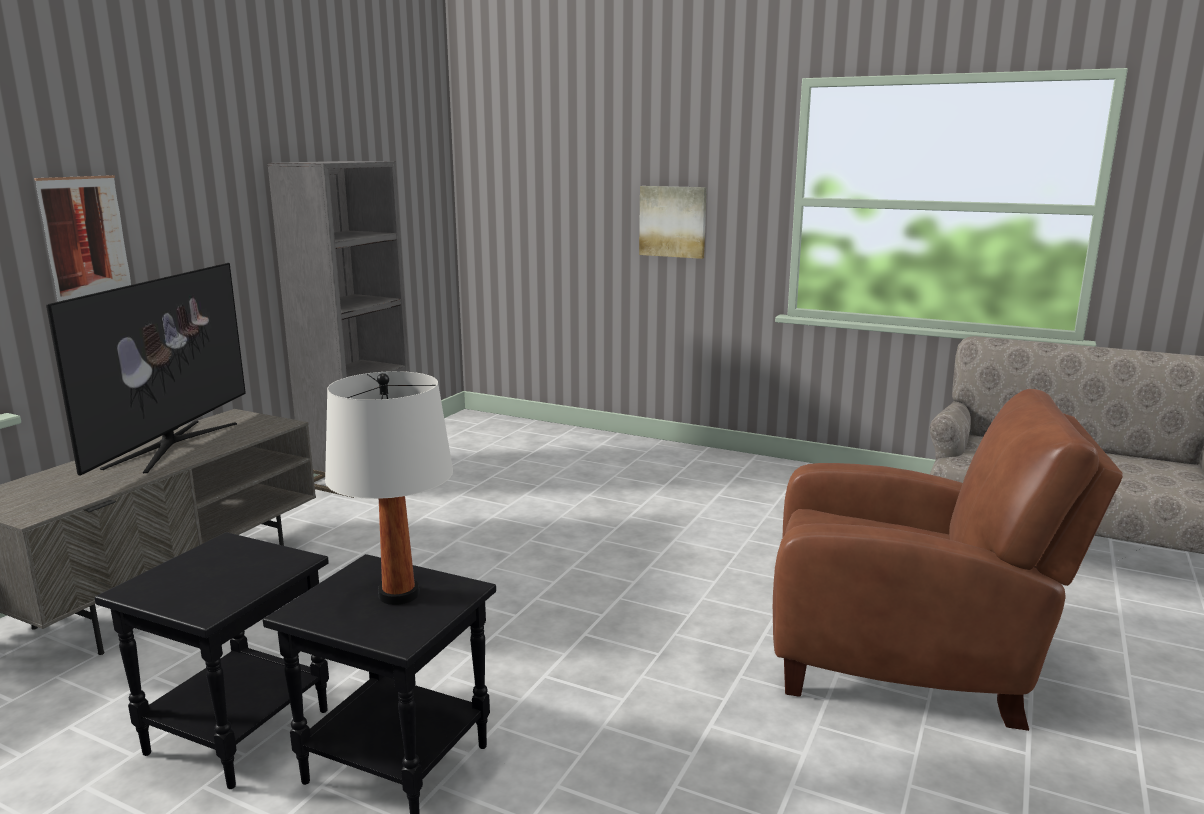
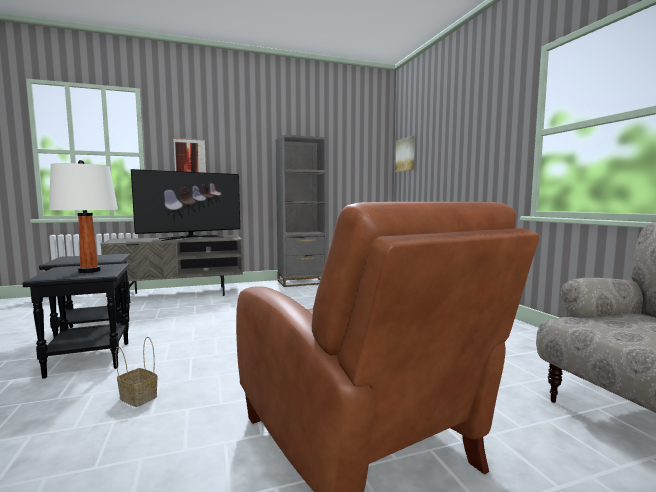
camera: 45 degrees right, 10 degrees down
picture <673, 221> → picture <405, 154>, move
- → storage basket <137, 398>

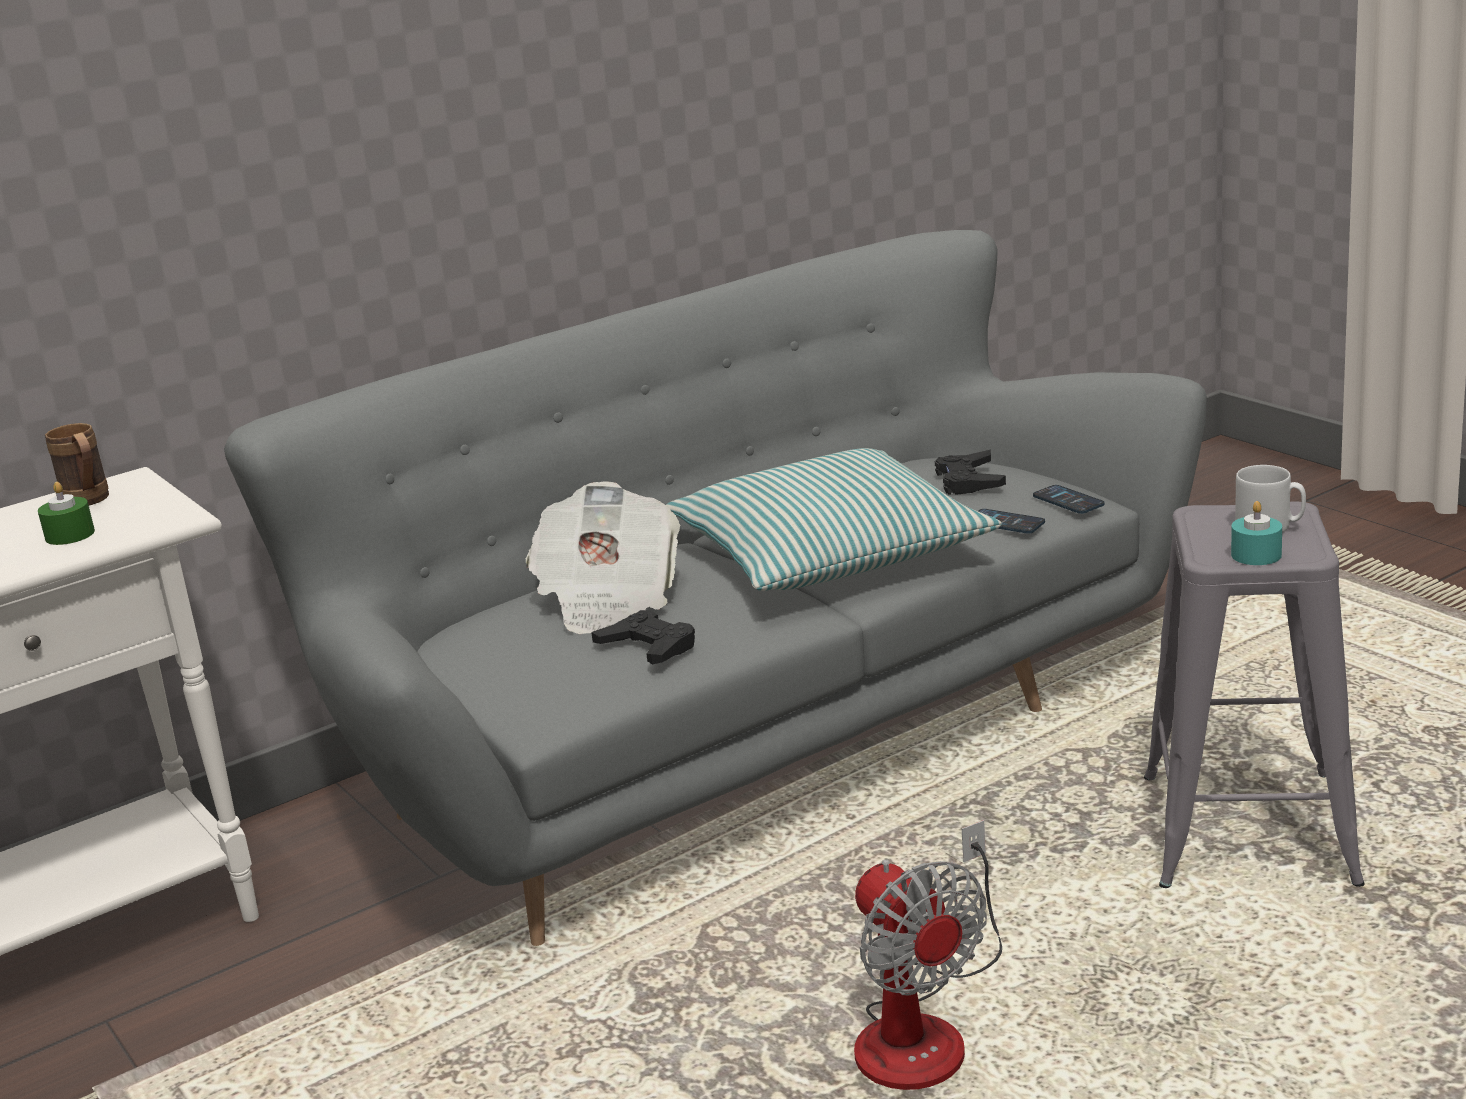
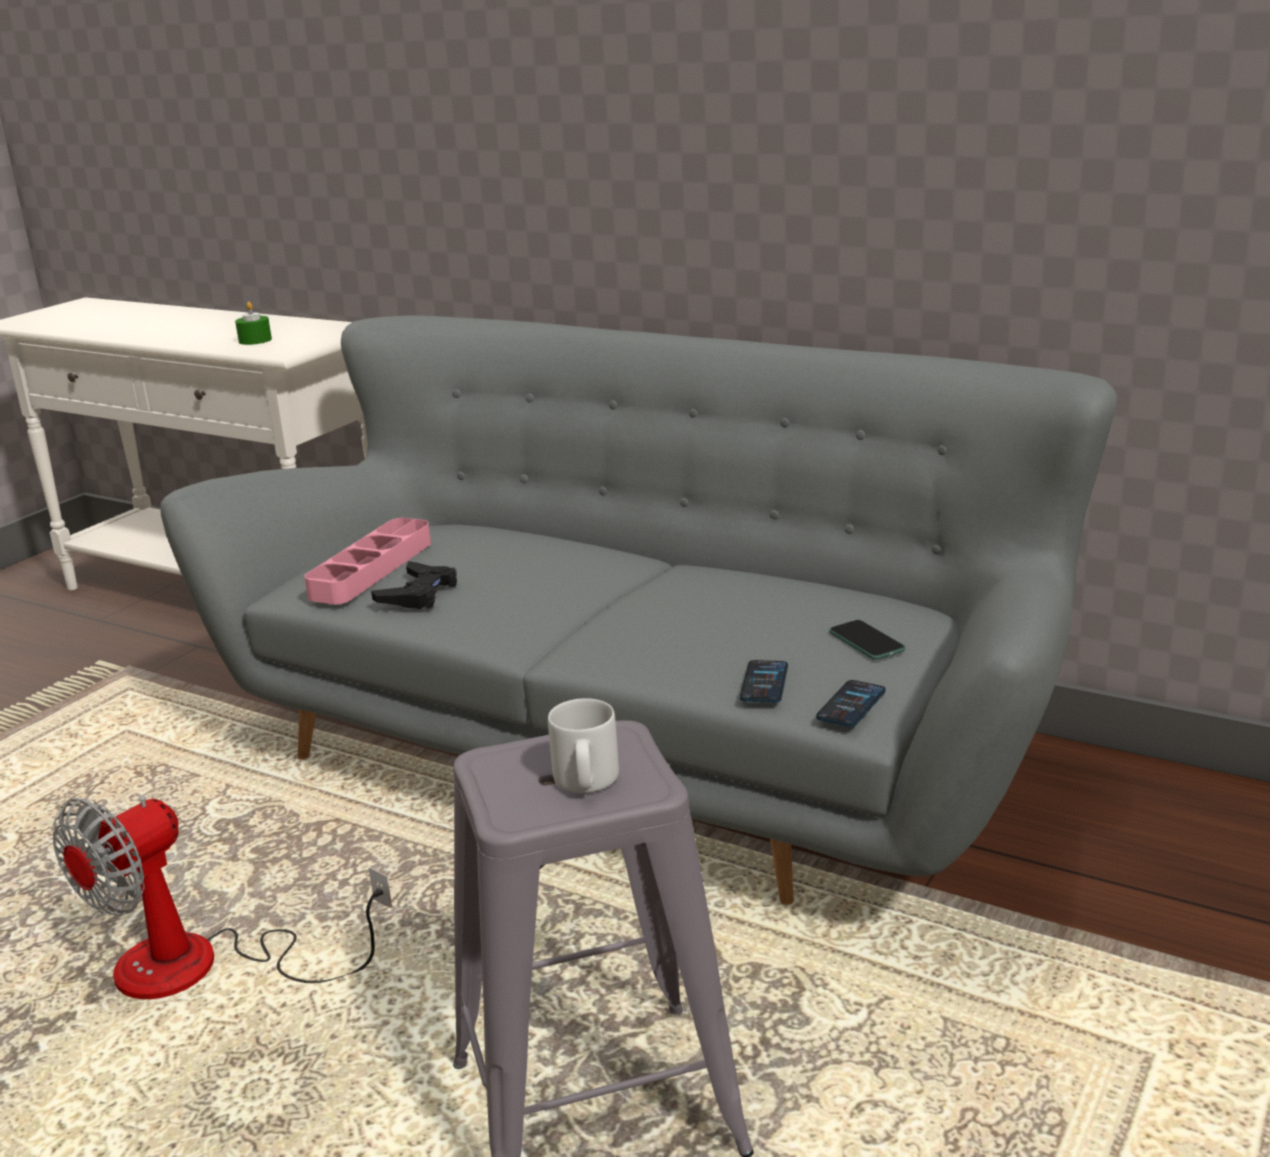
camera: 65 degrees right, 0 degrees up
brown mug <89, 502> → -
throw pillow <828, 553> → -
black-coloured gamepad <969, 481> → telephone <866, 641>
daily paper <607, 598> → -
turquoise-coloured wax candle <1256, 555> → -
- → pink carrying tray <371, 569>

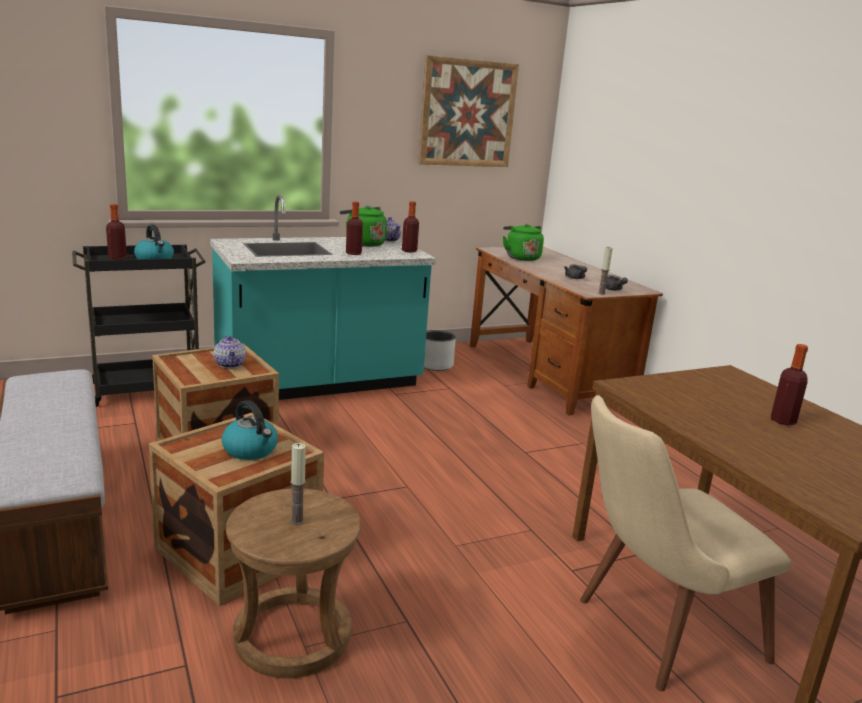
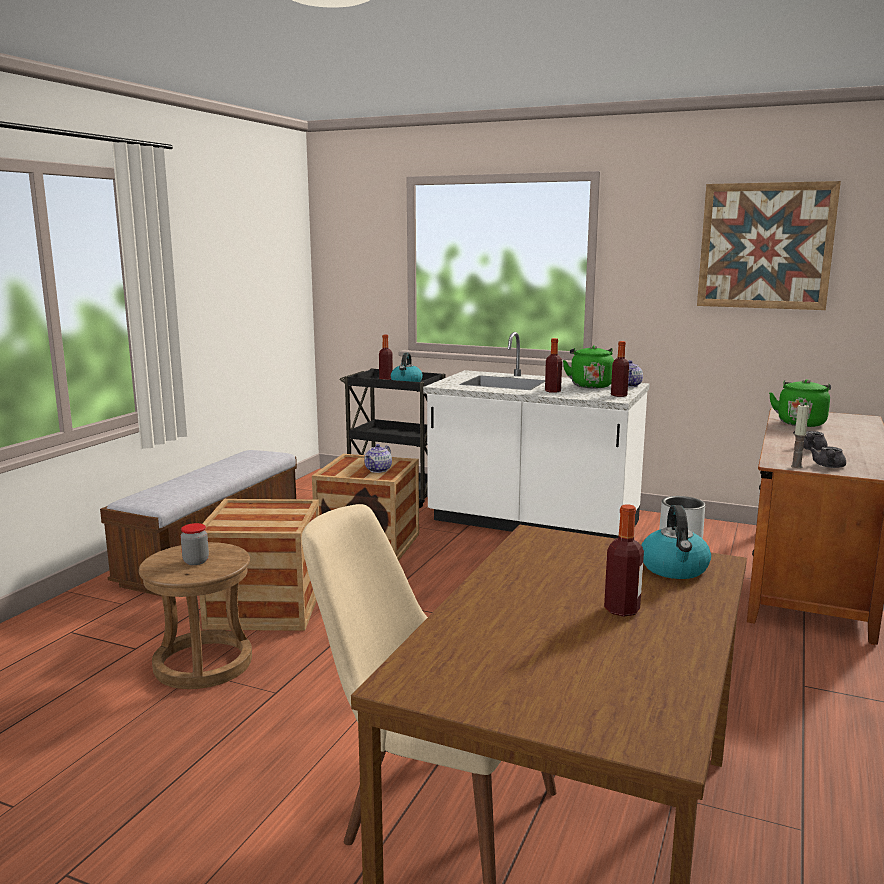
camera: 50 degrees right, 5 degrees down
turquoise-coloured kitchen counter <319, 382> → whitish kitchen counter <533, 523>
water kettle <251, 450> → water kettle <674, 569>, move
wax candle <297, 521> → preserve jar <196, 561>

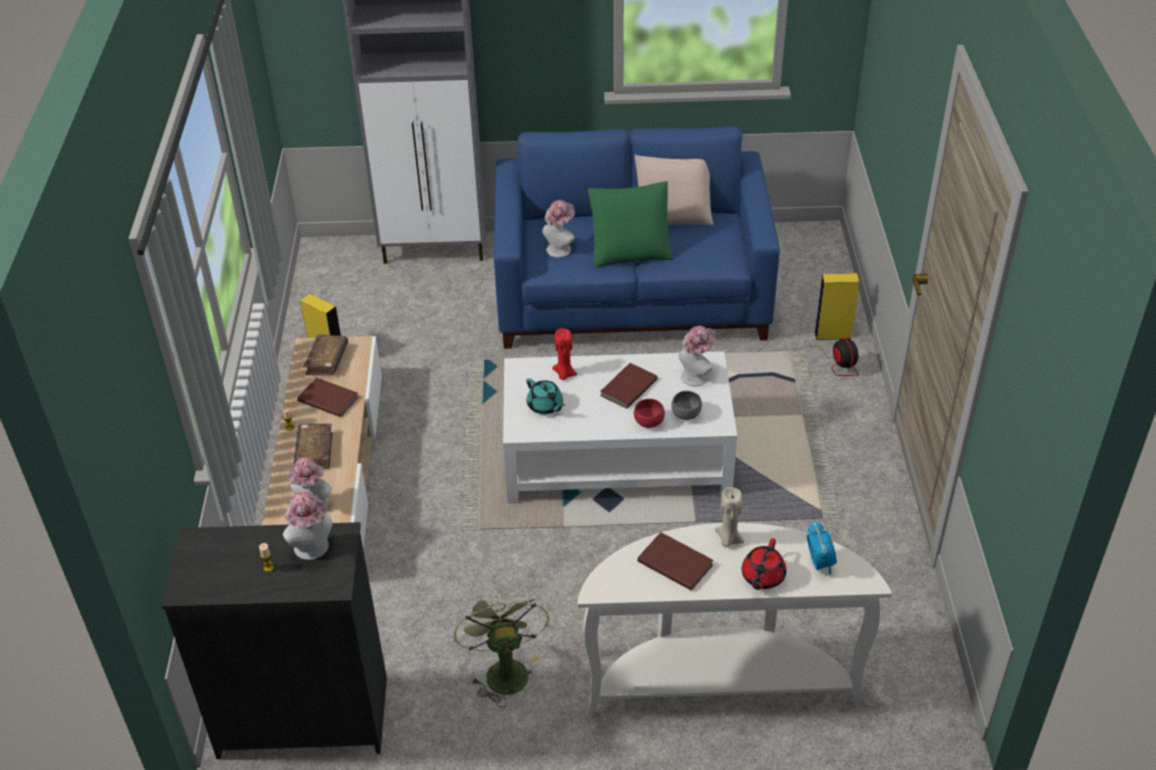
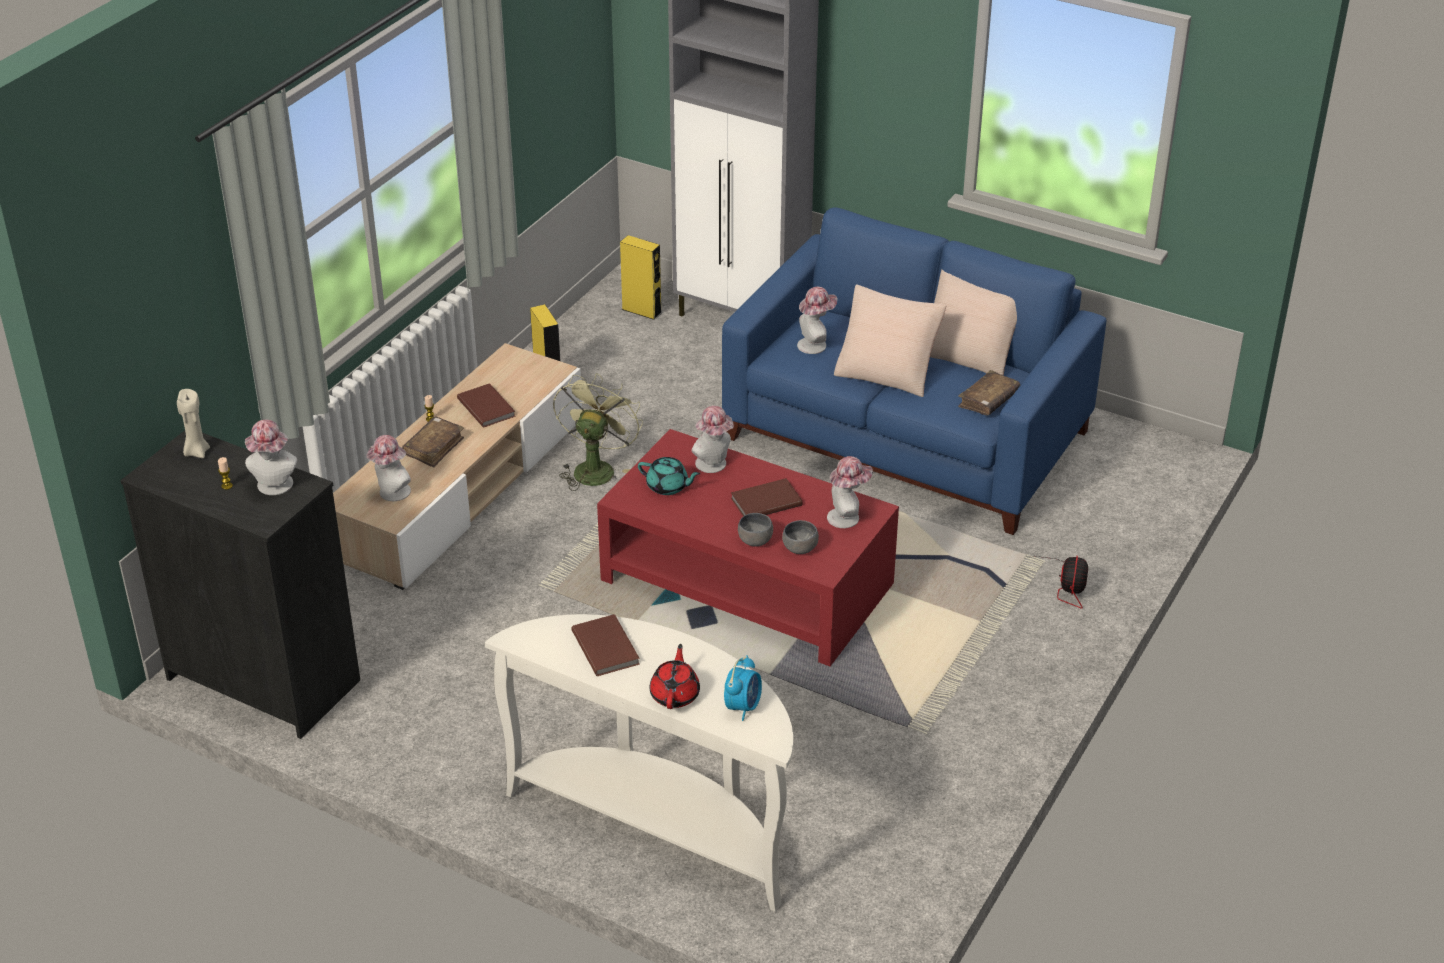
camera: 30 degrees right, 5 degrees down
green-coloured throw pillow <630, 250> → beige-coloured throw pillow <887, 372>
yellow audio speaker <833, 334> → yellow audio speaker <641, 311>, move
red-coloured wax candle <564, 374> → wearable hat <714, 465>
brown book <327, 360> → brown book <988, 401>, move
whitish coffee table <617, 456> → red-coloured coffee table <747, 582>
turquoise-coloured teapot <545, 406> → turquoise-coloured teapot <668, 486>, 60 degrees counterclockwise
red-coloured bowl <647, 423> → greyish bowl <753, 541>
beige-coloured wax candle <728, 539> → beige-coloured wax candle <196, 452>, move
red-coloured teapot <762, 577> → red-coloured teapot <675, 694>, 135 degrees clockwise
green-coloured fan <503, 669> → green-coloured fan <595, 468>, move

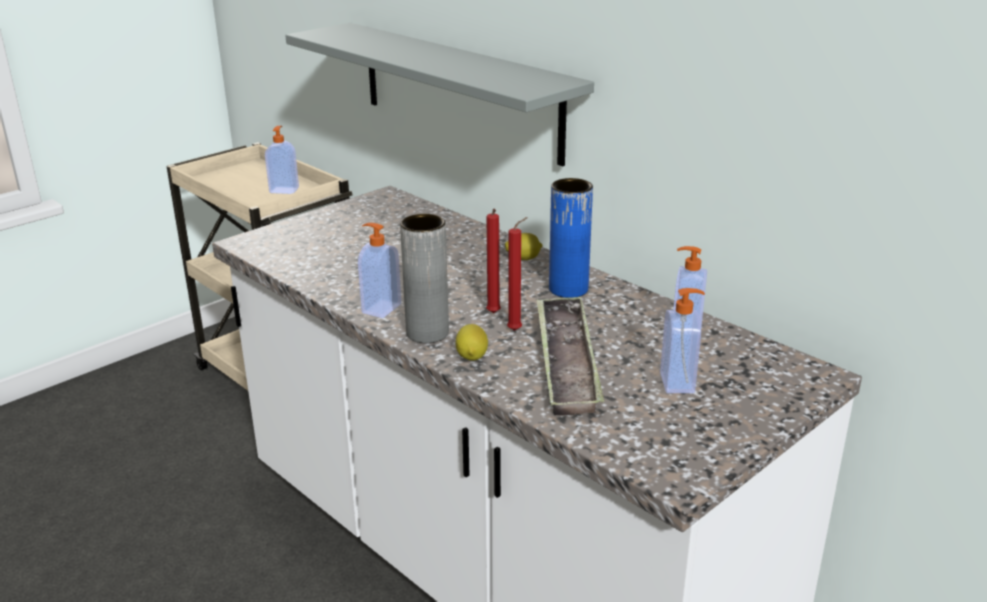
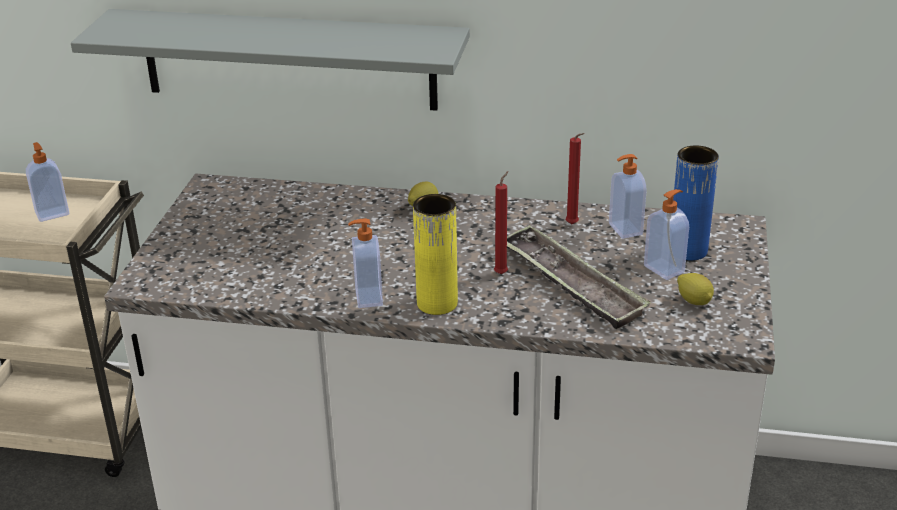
camera: 35 degrees left, 5 degrees up
blue decorative vase <568, 289> → blue decorative vase <688, 250>, move
red-coloured wax candle <493, 314> → red-coloured wax candle <573, 225>, move
greyish decorative vase <427, 333> → yellow decorative vase <437, 303>
citrus fruit <472, 356> → citrus fruit <694, 301>, move

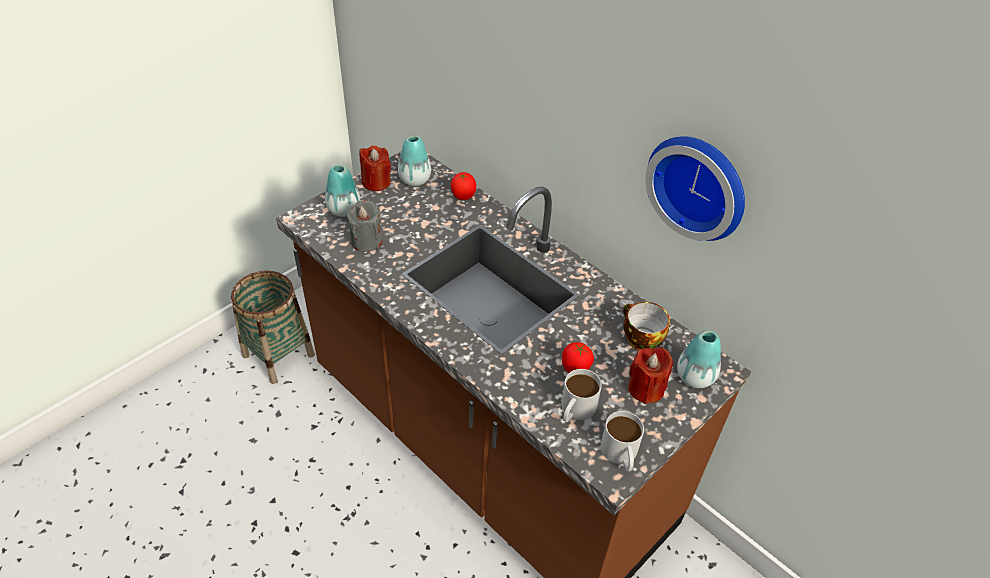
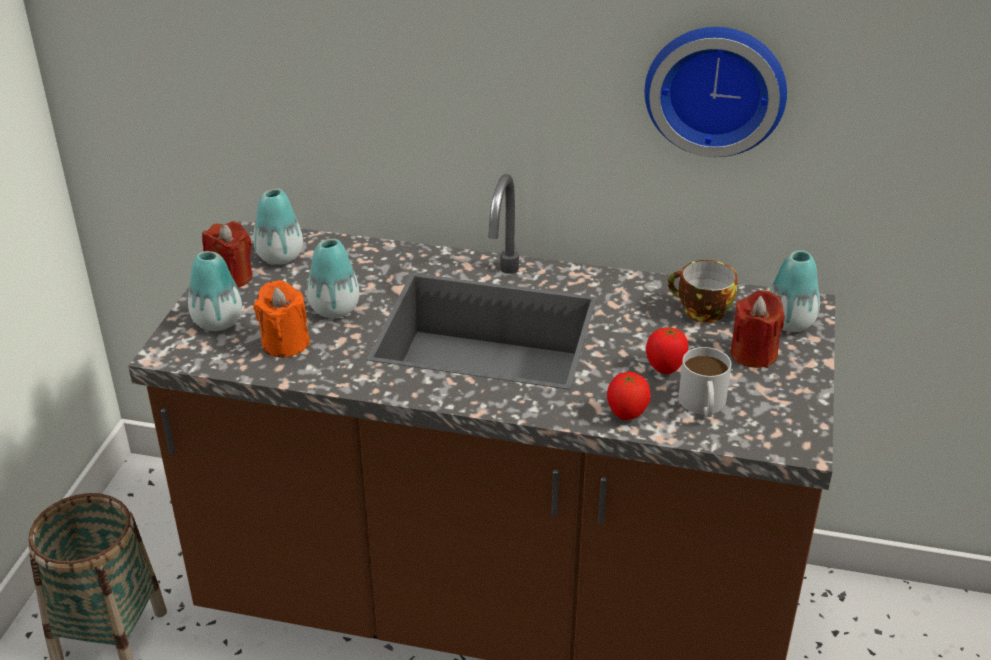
camera: 30 degrees left, 10 degrees down
whole tomato <463, 197> → whole tomato <626, 415>, move
greyish wax candle <366, 241> → orangey wax candle <285, 343>
whitish mug <621, 454> → -
- → decorative vase <335, 309>

